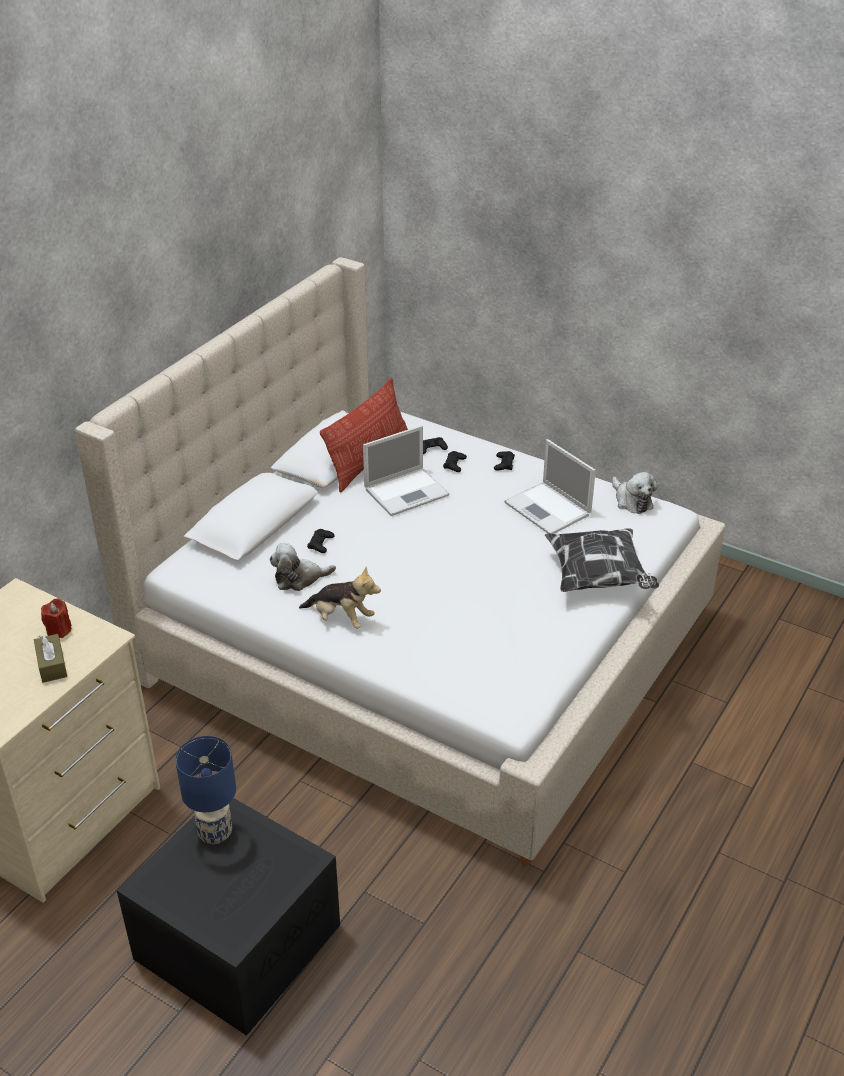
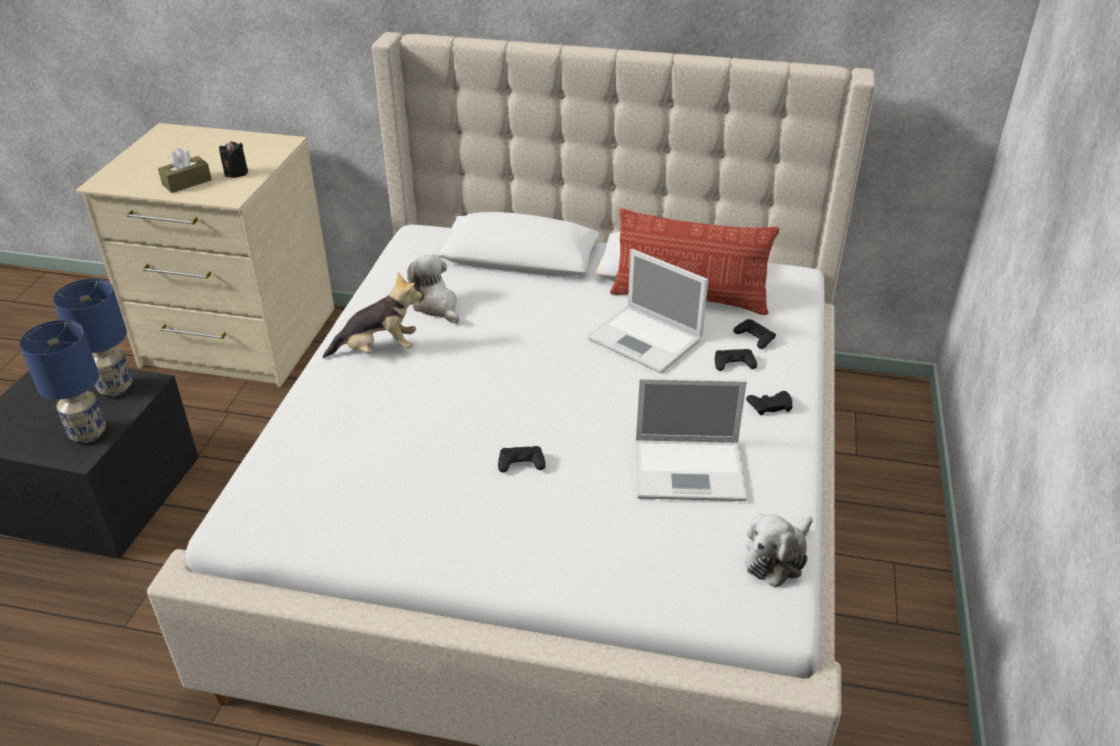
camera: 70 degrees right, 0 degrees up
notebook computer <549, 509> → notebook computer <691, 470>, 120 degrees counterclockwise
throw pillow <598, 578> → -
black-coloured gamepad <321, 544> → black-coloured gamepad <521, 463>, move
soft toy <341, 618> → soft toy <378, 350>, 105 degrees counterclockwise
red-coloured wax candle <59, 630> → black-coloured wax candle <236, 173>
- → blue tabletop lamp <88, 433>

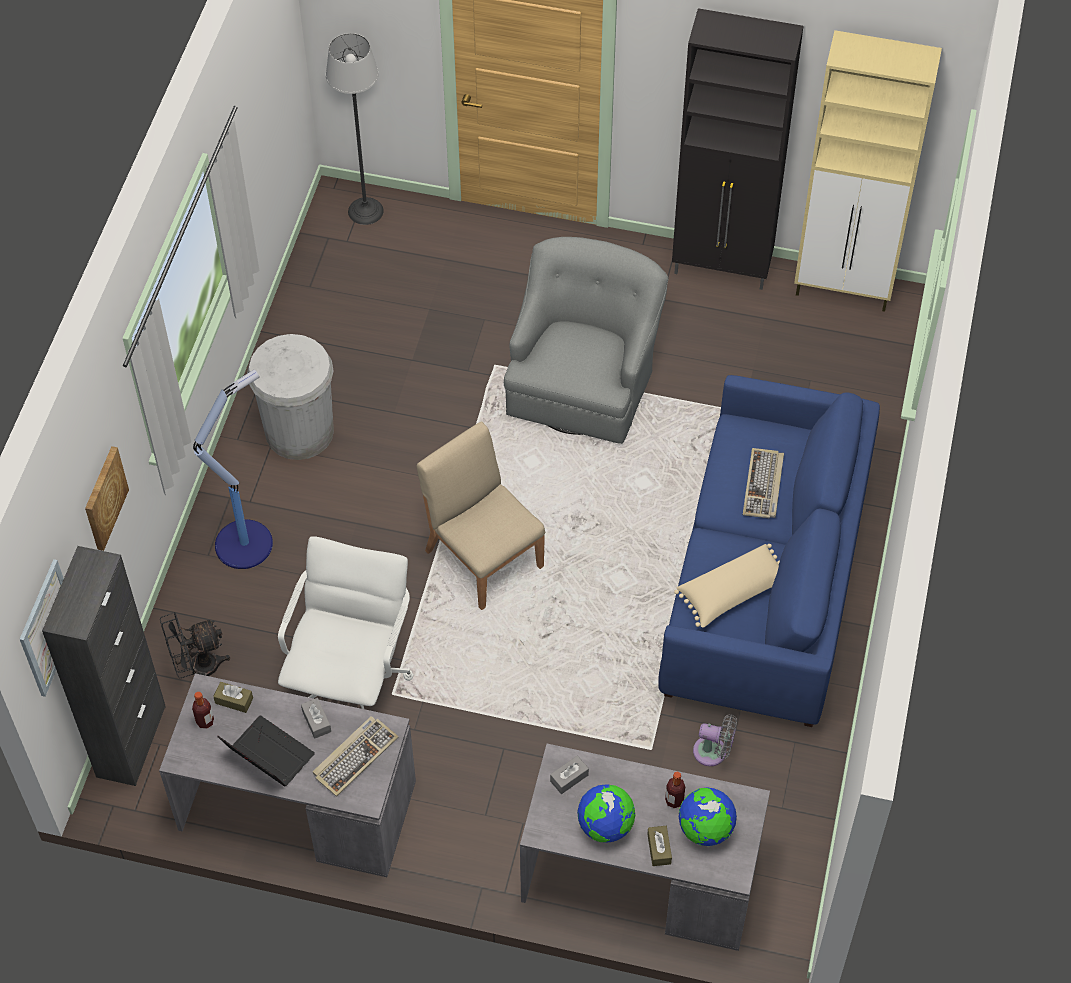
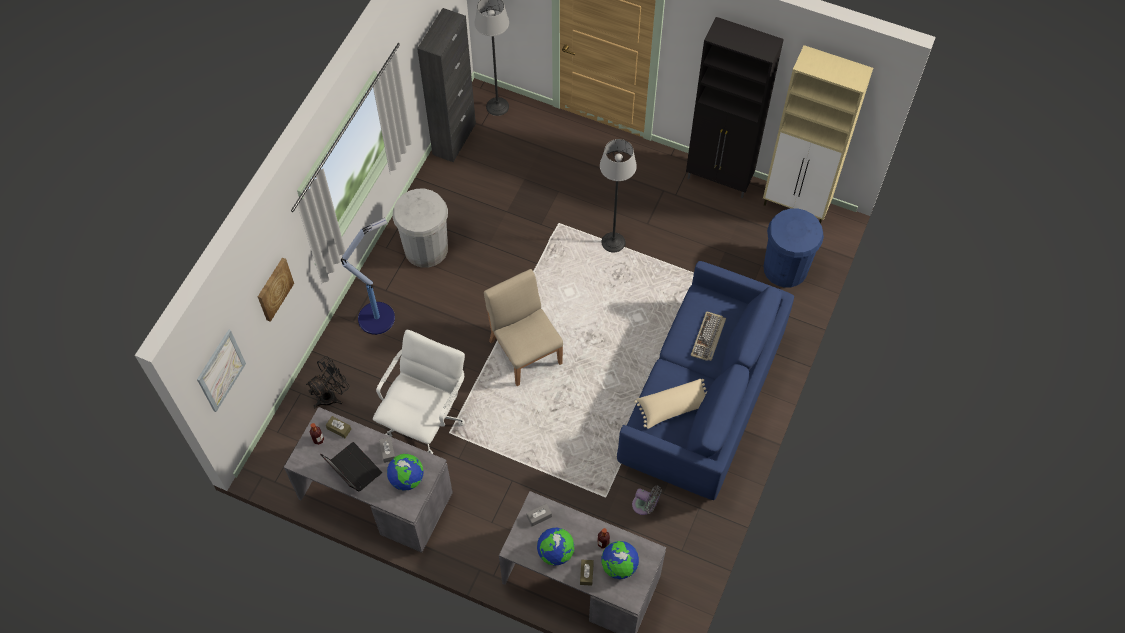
camera: 10 degrees right, 5 degrees up
greyish easy chair <583, 380> → standing lamp <613, 242>
black-coloured cabinet <131, 741> → black-coloured cabinet <454, 139>, move
black-coloured fan <197, 668> → black-coloured fan <331, 395>, 150 degrees clockwise
computer keyboard <355, 756> → globe <407, 479>
- → blue trash can <785, 268>

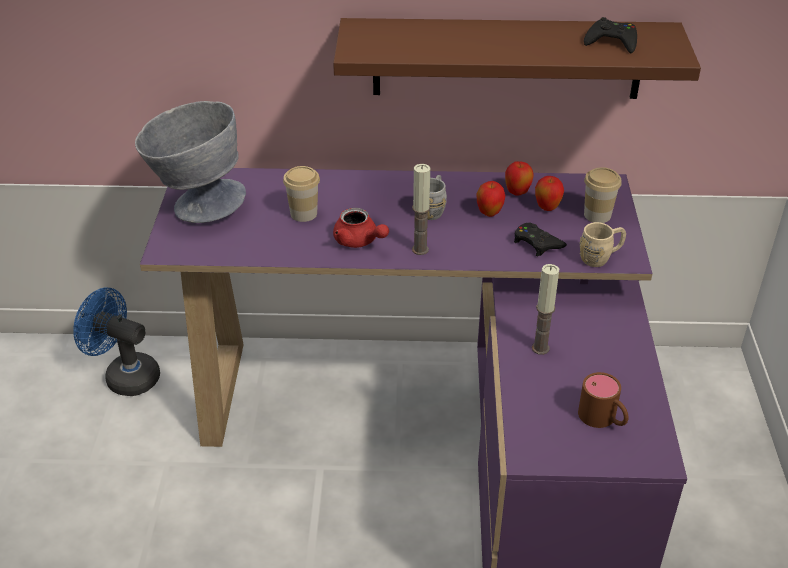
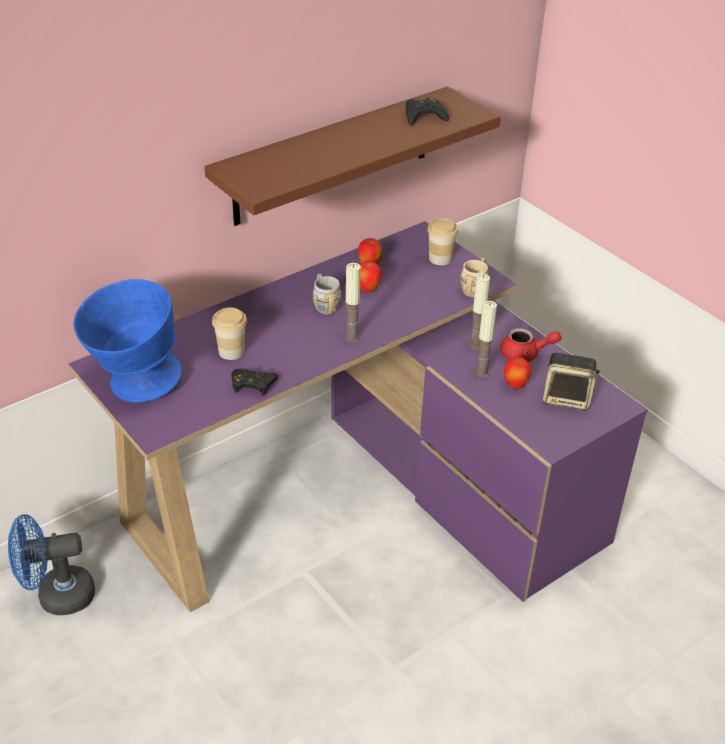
camera: 40 degrees left, 0 degrees up
greyish bowl <197, 205> → blue bowl <133, 385>
apple fruit <547, 208> → apple fruit <515, 386>, move
red-coloured teapot <359, 241> → red-coloured teapot <525, 355>, move
black-coloured gamepad <537, 243> → black-coloured gamepad <253, 384>, move
brown mug <603, 419> → audio speaker <567, 398>
- → wax candle <475, 345>

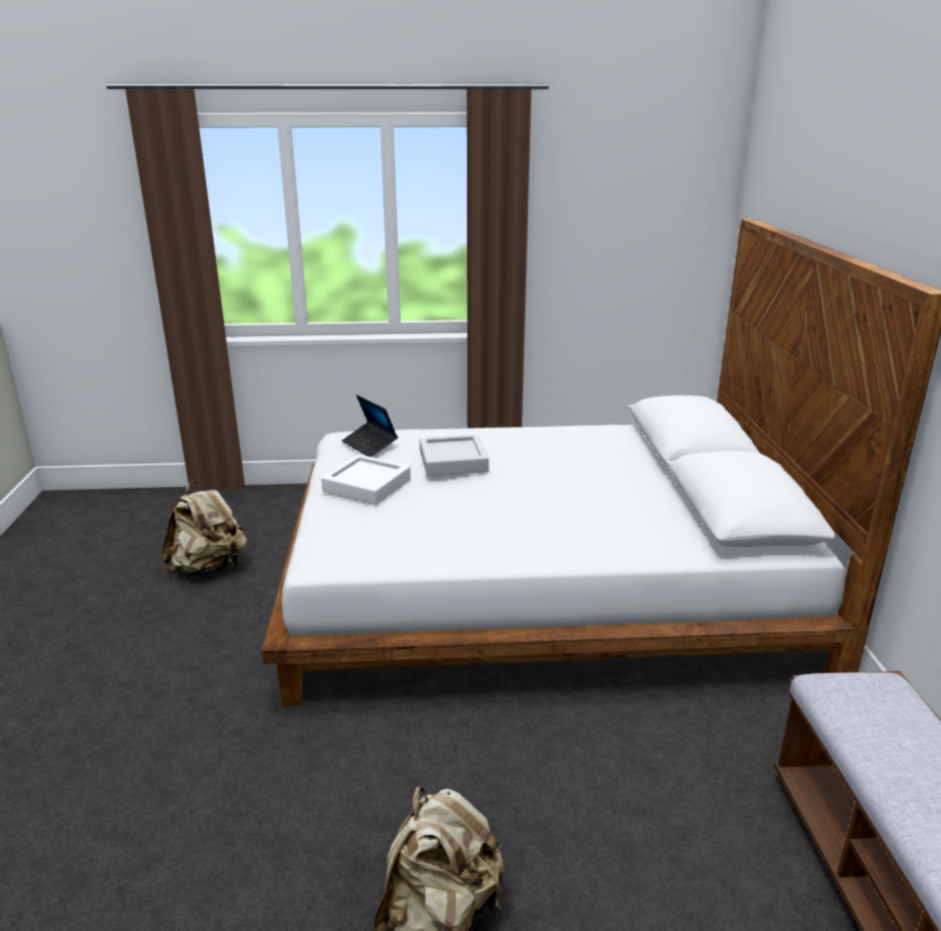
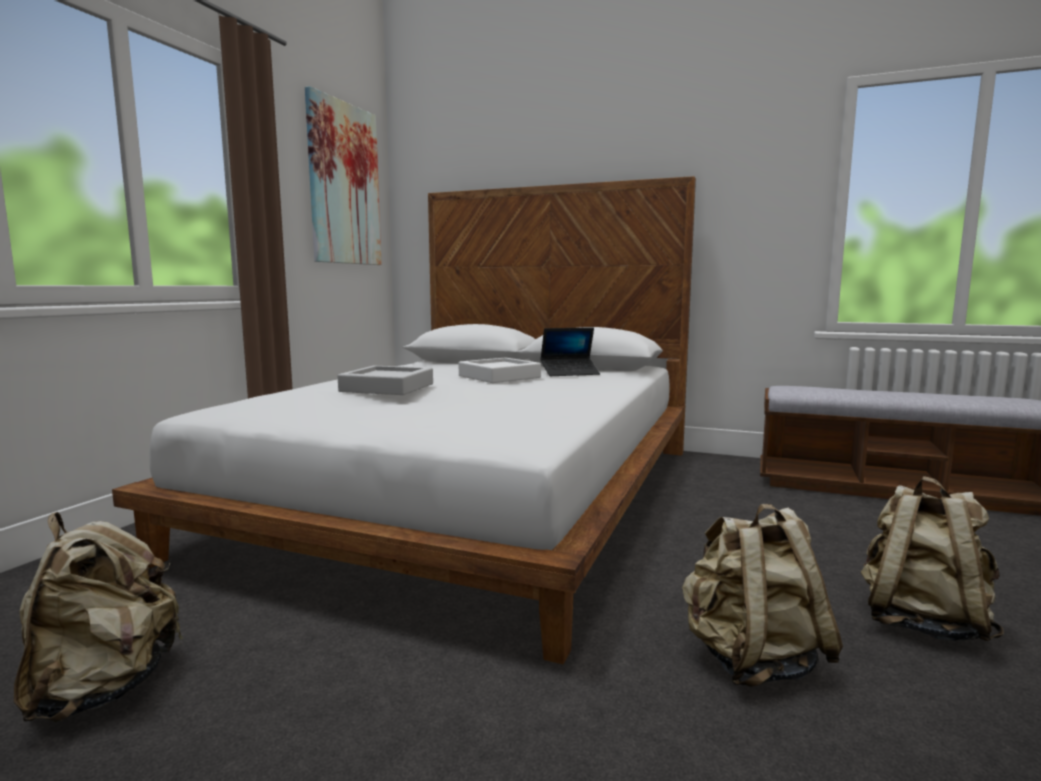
camera: 65 degrees left, 15 degrees down
notebook computer <369, 445> → notebook computer <570, 373>, move
whitish carrying tray <367, 485> → whitish carrying tray <499, 377>, move
- → picture <344, 184>
- → beige-coloured backpack <751, 660>

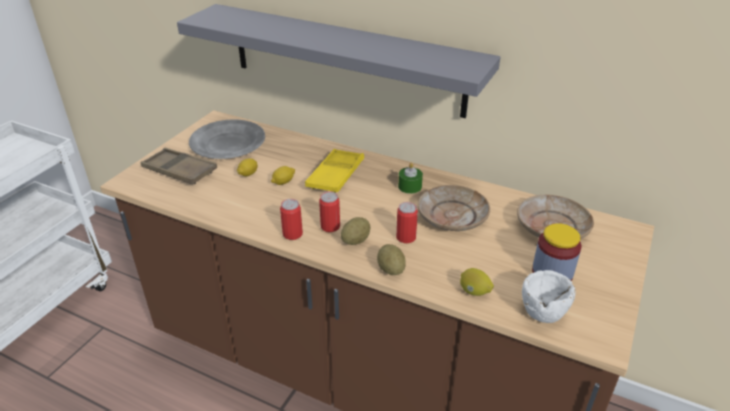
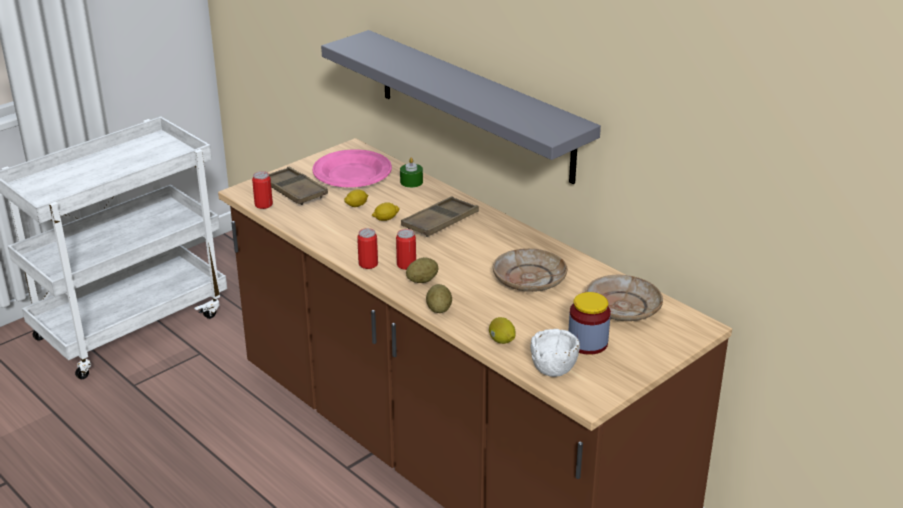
camera: 20 degrees right, 5 degrees down
greyish plate <228, 143> → pink plate <353, 173>
yellow carrying tray <336, 175> → brown carrying tray <440, 222>
green-coloured wax candle <409, 186> → green-coloured wax candle <411, 182>, move
can <406, 237> → can <263, 205>, move

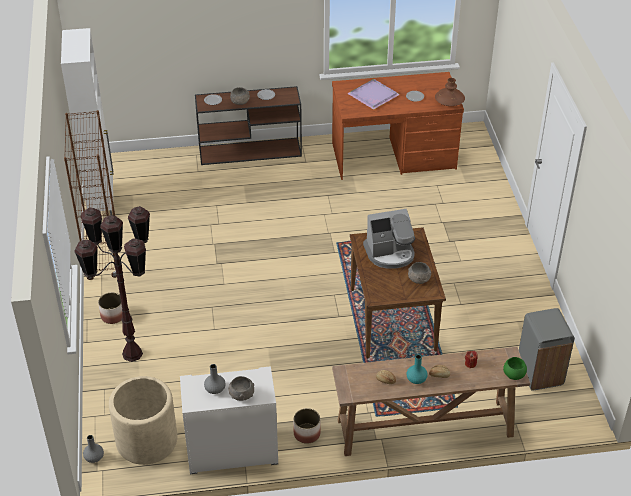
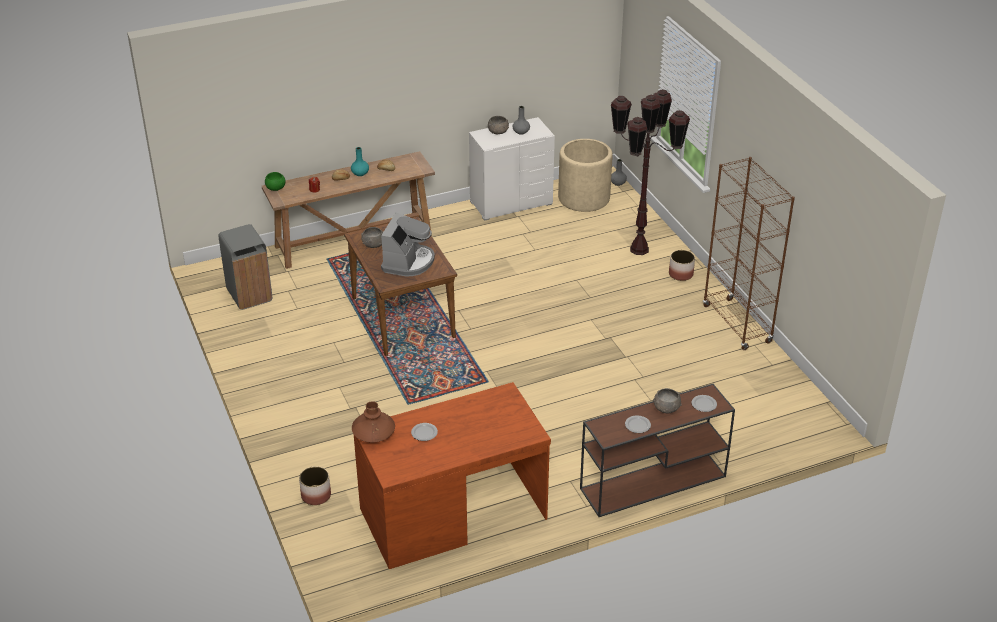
camera: 165 degrees right, 5 degrees down
whitish cabinet <102, 202> → -
purple-coloured carrying tray <373, 96> → -
coffee brewer <390, 253> → coffee brewer <408, 262>, 135 degrees clockwise
flower pot <307, 433> → flower pot <316, 495>, move

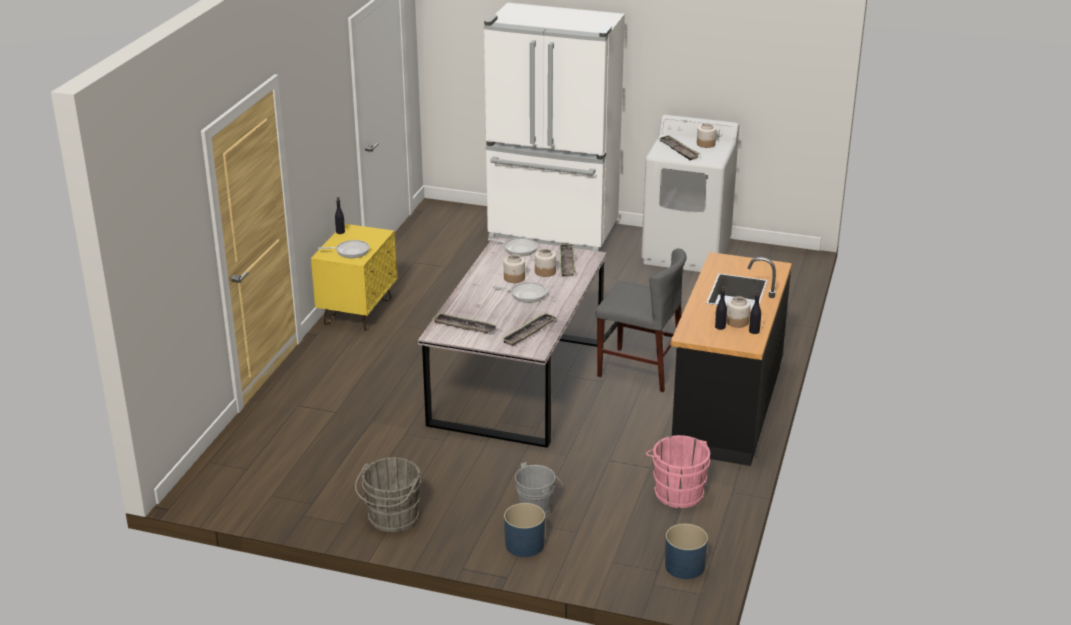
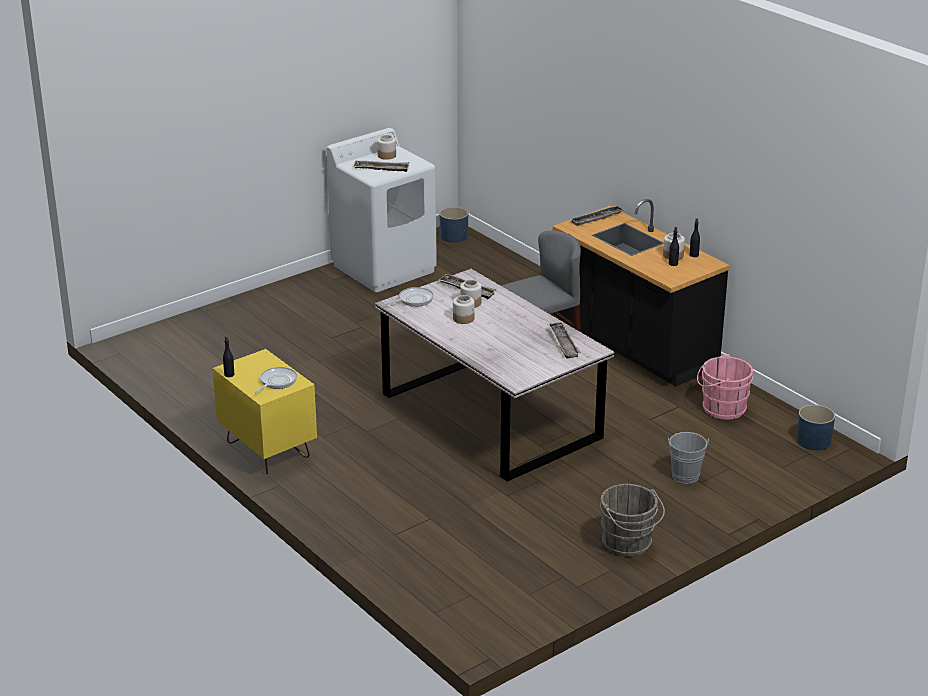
camera: 55 degrees left, 0 degrees up
whitish refrigerator <553, 234> → -
skillet <526, 294> → -
carrying tray <464, 326> → carrying tray <596, 218>, move
blue flower pot <524, 544> → blue flower pot <454, 236>, move

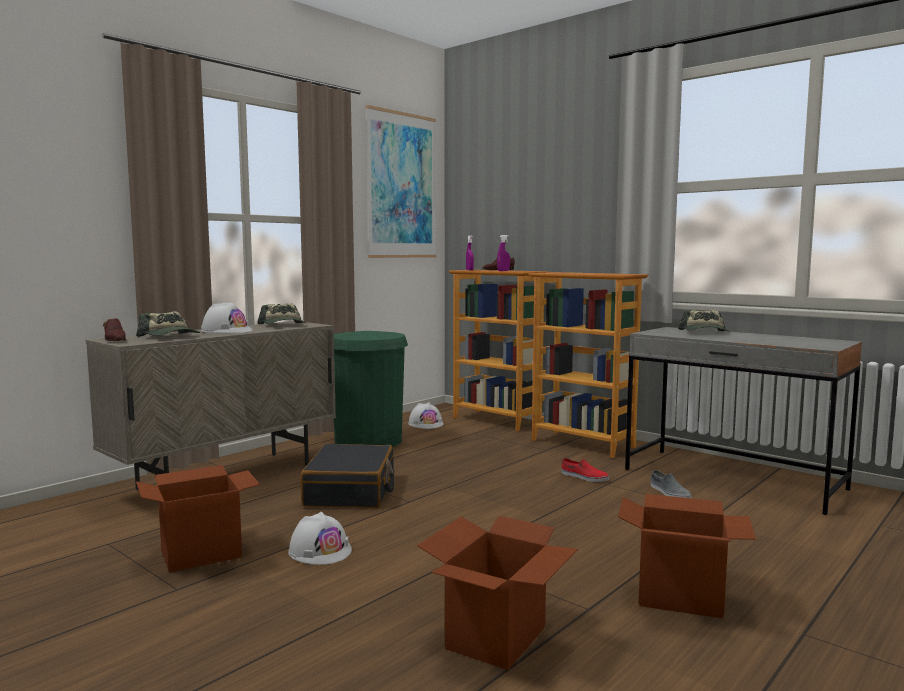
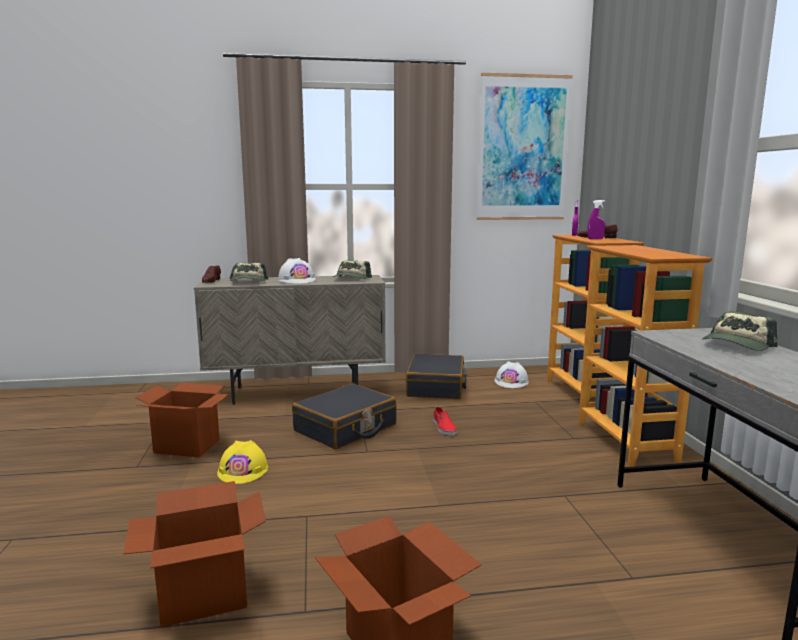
camera: 40 degrees right, 5 degrees up
green-coloured trash can <368, 441> → black-coloured travel case <436, 387>
red-coloured low shoe <584, 477> → red-coloured low shoe <443, 427>, move
greyish low shoe <669, 493> → -
whitish safety helmet <320, 550> → yellow safety helmet <243, 470>

